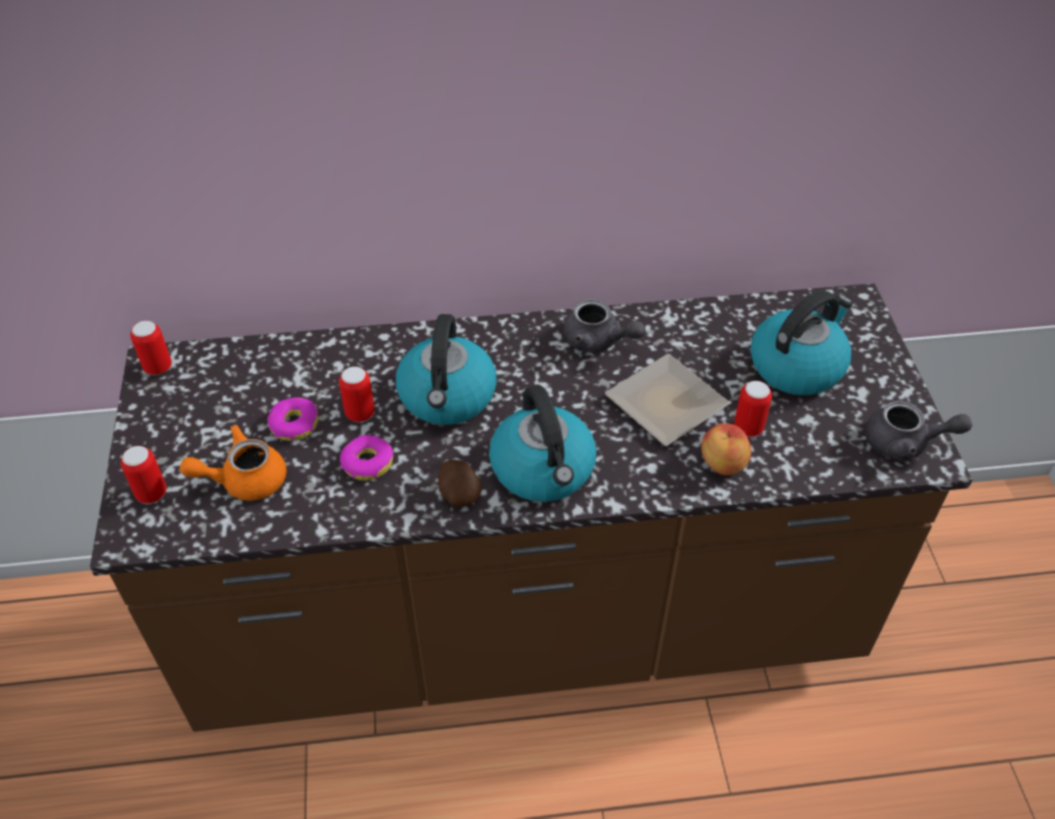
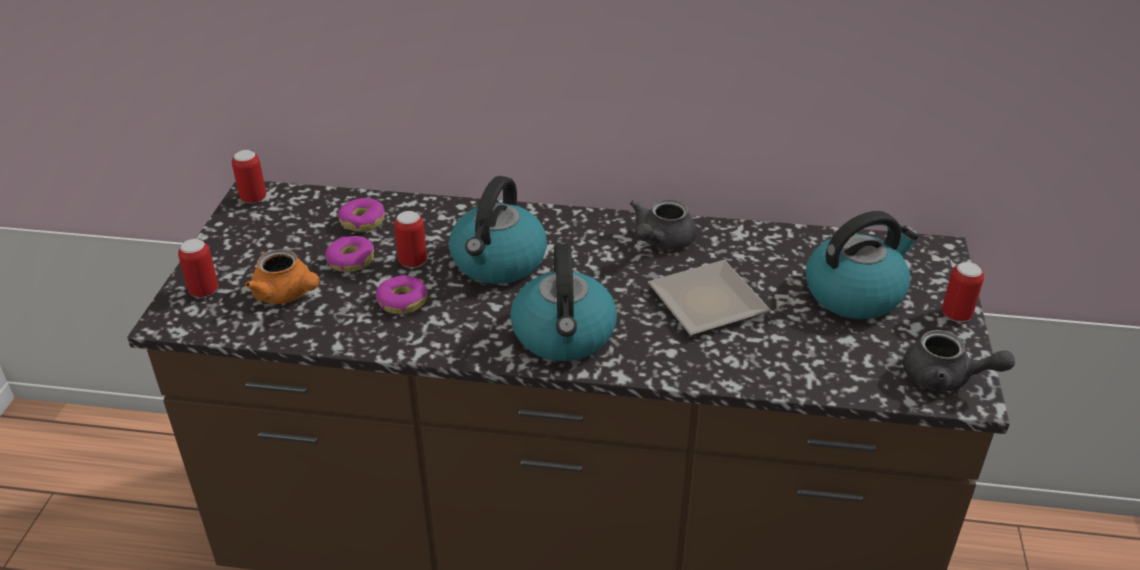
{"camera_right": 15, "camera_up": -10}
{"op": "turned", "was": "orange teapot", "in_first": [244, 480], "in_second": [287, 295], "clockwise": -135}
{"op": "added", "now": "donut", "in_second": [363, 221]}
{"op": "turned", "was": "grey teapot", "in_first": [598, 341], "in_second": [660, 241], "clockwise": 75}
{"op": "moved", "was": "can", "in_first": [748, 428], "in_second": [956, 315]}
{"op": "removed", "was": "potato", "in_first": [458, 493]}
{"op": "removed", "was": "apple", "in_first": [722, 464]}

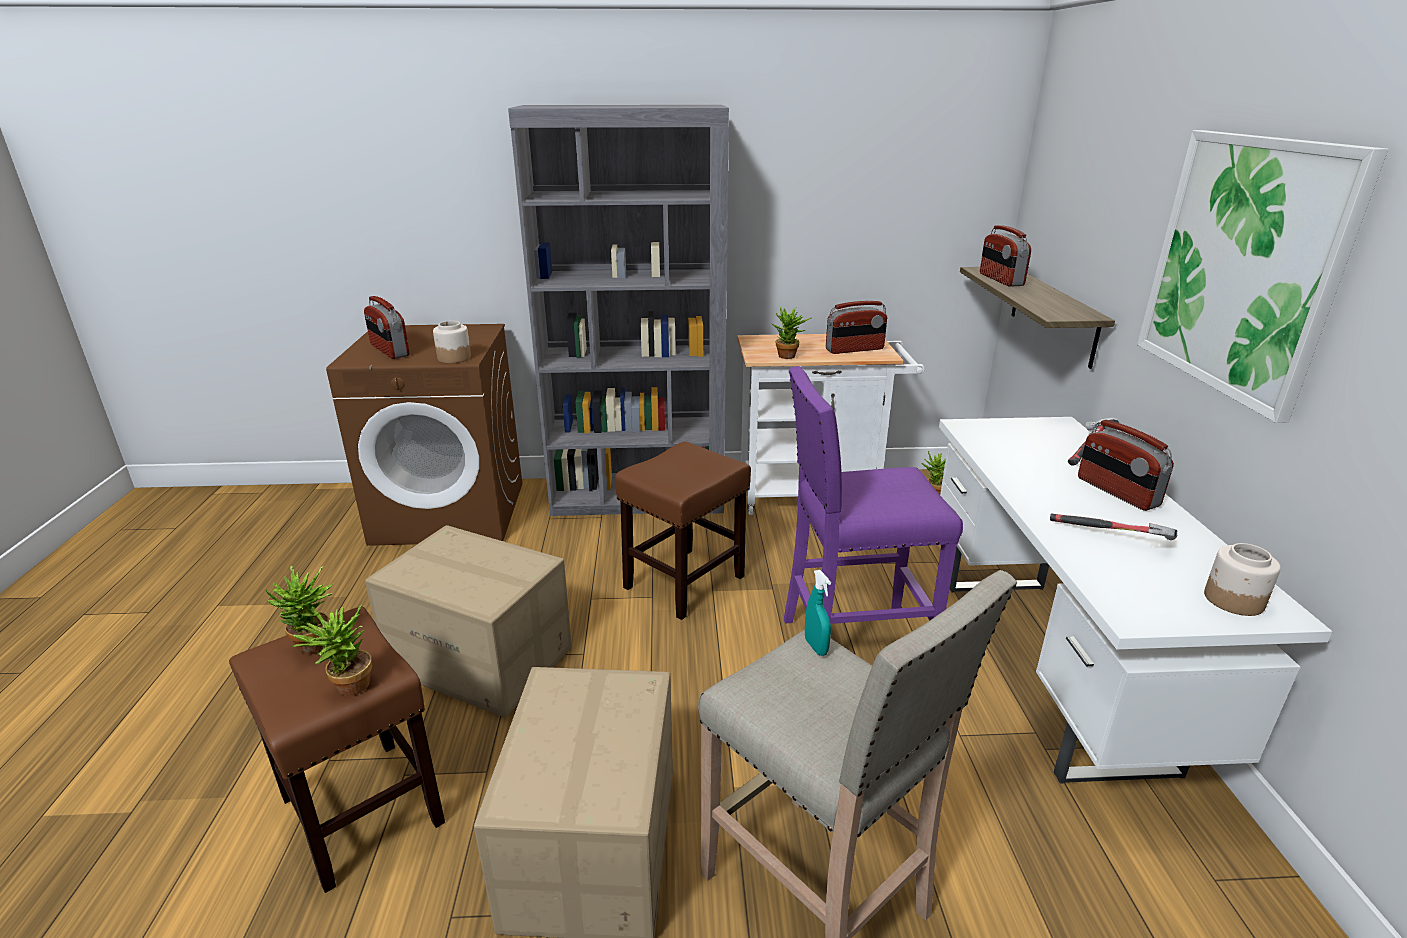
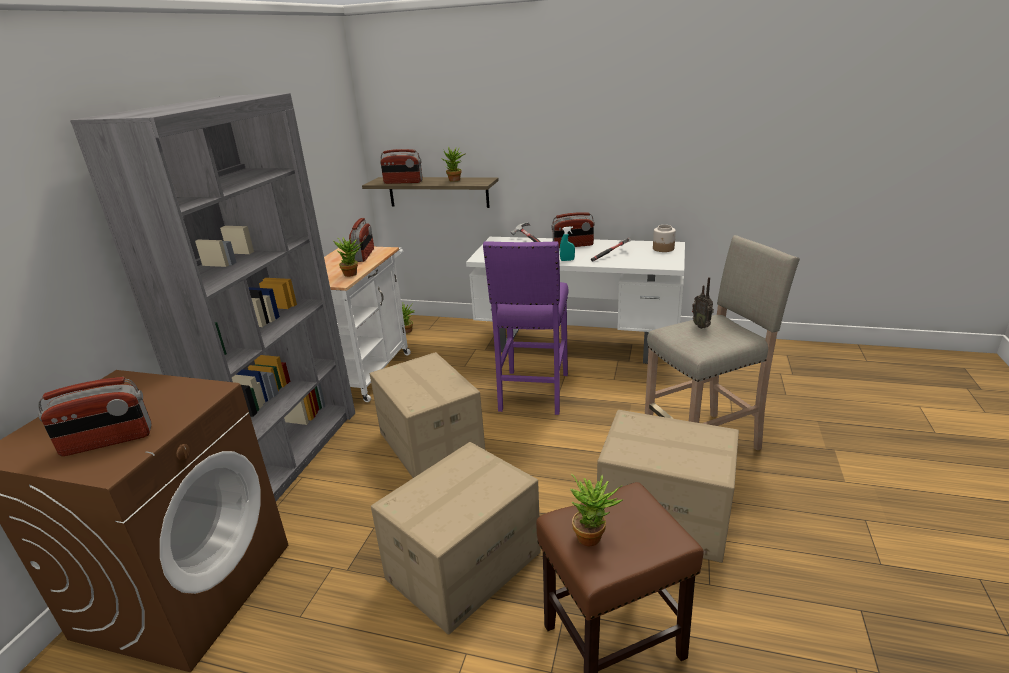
{"camera_right": -70, "camera_up": 0}
{"op": "replaced", "was": "brown stool", "now": "cardboard box", "in_first": [685, 581], "in_second": [430, 444]}
{"op": "moved", "was": "potted plant", "in_first": [347, 688], "in_second": [455, 180]}
{"op": "moved", "was": "turquoise spray bottle", "in_first": [816, 647], "in_second": [567, 260]}
{"op": "added", "now": "radio", "in_second": [701, 326]}
{"op": "removed", "was": "jar", "in_first": [454, 358]}
{"op": "removed", "was": "picture", "in_first": [1243, 266]}

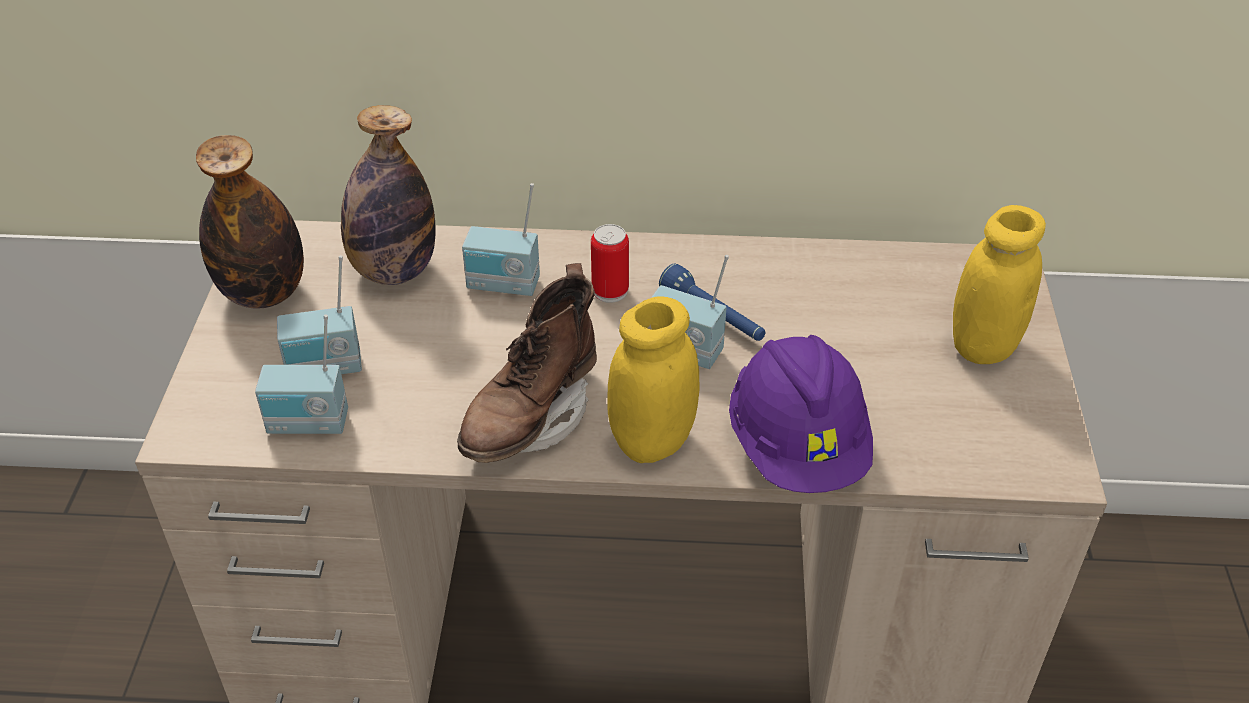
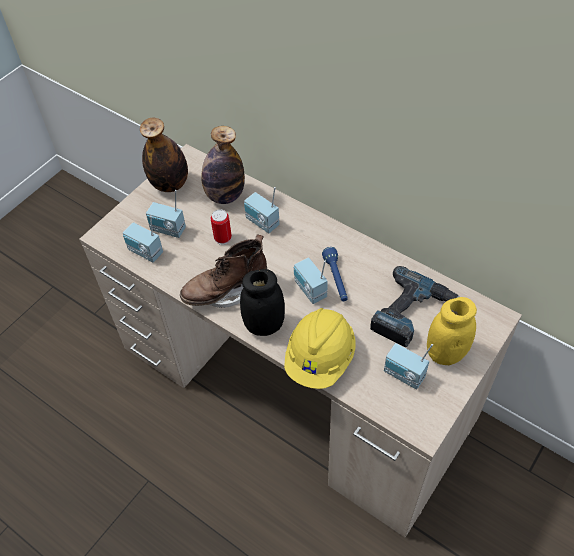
{"camera_right": 35, "camera_up": 10}
{"op": "moved", "was": "can", "in_first": [610, 291], "in_second": [223, 238]}
{"op": "recoloured", "was": "yellow jar", "now": "black jar", "in_first": [652, 442], "in_second": [264, 325]}
{"op": "recoloured", "was": "purple hard hat", "now": "yellow hard hat", "in_first": [797, 447], "in_second": [320, 358]}
{"op": "added", "now": "power drill", "in_second": [413, 313]}
{"op": "added", "now": "radio", "in_second": [403, 375]}

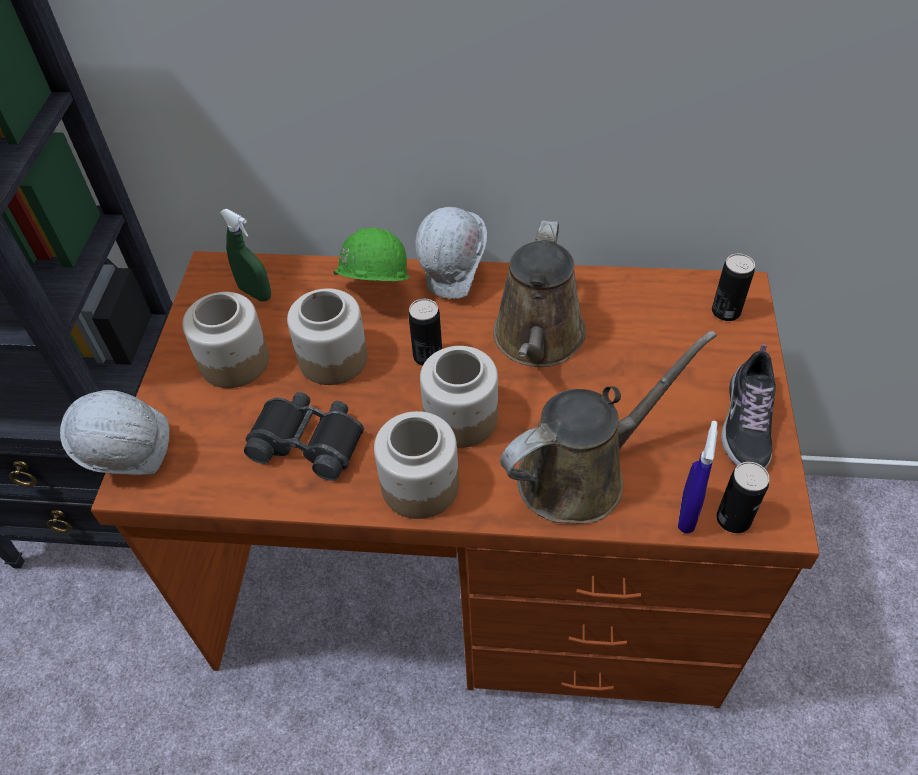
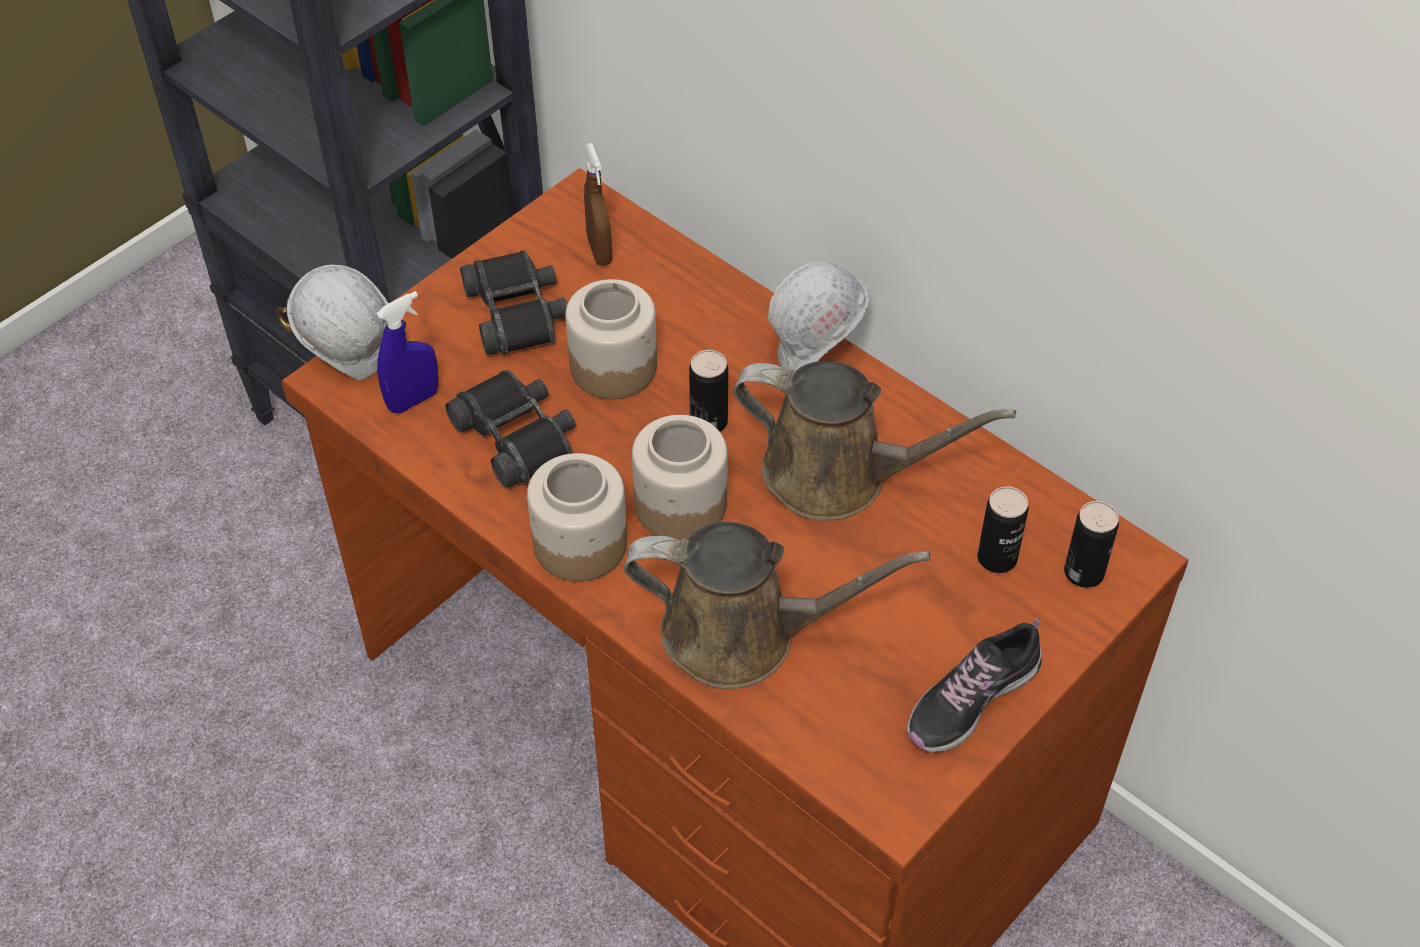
{"camera_right": 35, "camera_up": 0}
{"op": "moved", "was": "blue spray bottle", "in_first": [687, 513], "in_second": [413, 400]}
{"op": "replaced", "was": "jar", "now": "black binoculars", "in_first": [233, 362], "in_second": [517, 313]}
{"op": "recoloured", "was": "green spray bottle", "now": "brown spray bottle", "in_first": [255, 293], "in_second": [599, 251]}
{"op": "turned", "was": "brown watering can", "in_first": [538, 341], "in_second": [838, 475], "clockwise": -120}
{"op": "moved", "was": "can", "in_first": [733, 519], "in_second": [997, 558]}
{"op": "removed", "was": "green hard hat", "in_first": [373, 297]}

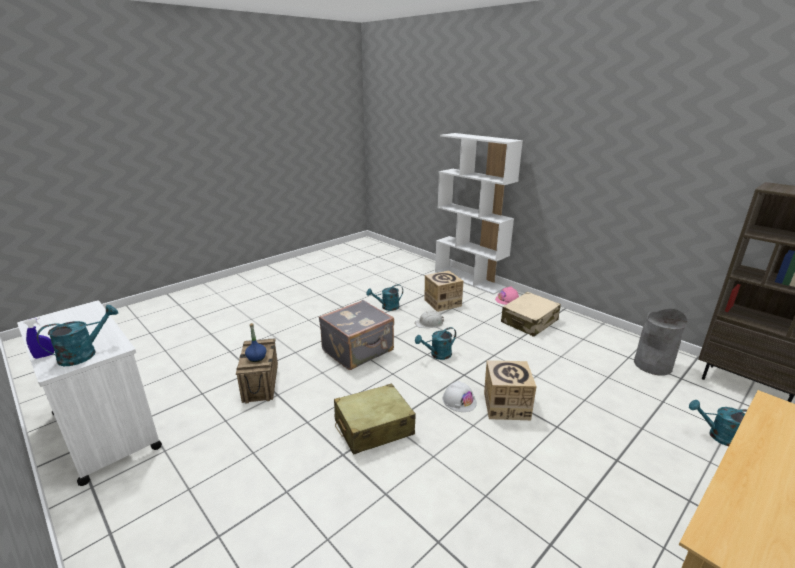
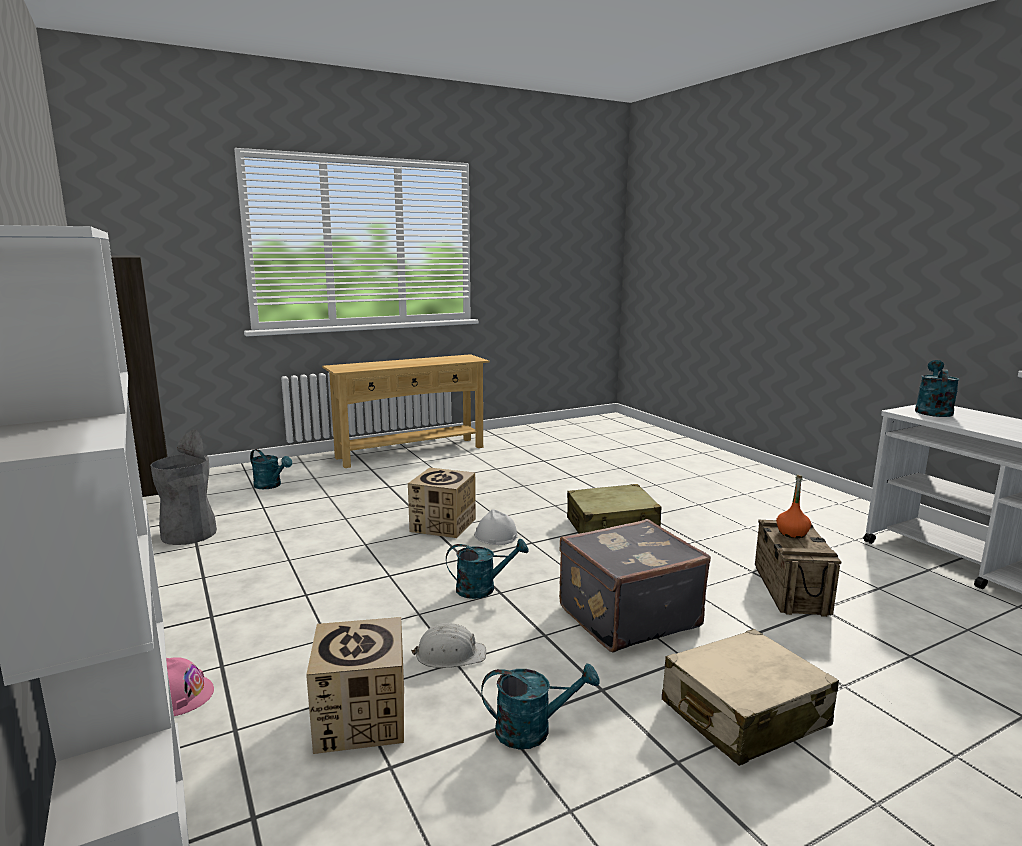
{"camera_right": -165, "camera_up": -10}
{"op": "moved", "was": "beige suitcase", "in_first": [529, 321], "in_second": [744, 714]}
{"op": "recoloured", "was": "blue bottle", "now": "orange bottle", "in_first": [256, 358], "in_second": [792, 533]}
{"op": "turned", "was": "turquoise watering can", "in_first": [84, 354], "in_second": [932, 411], "clockwise": 150}
{"op": "removed", "was": "blue spray bottle", "in_first": [44, 356]}

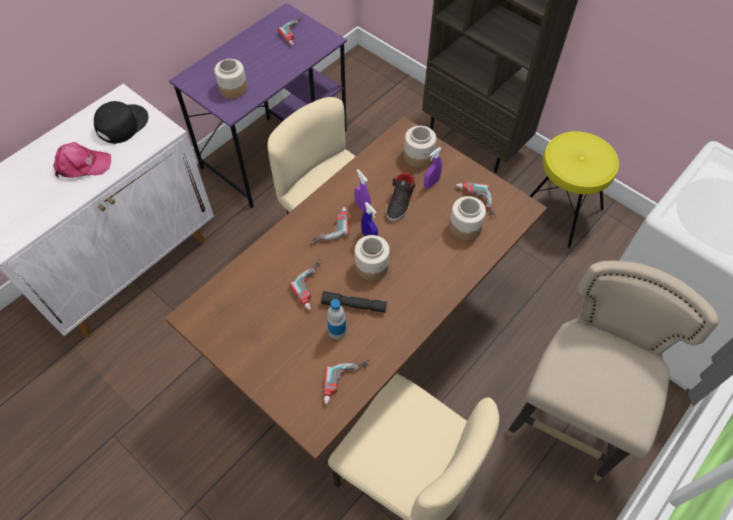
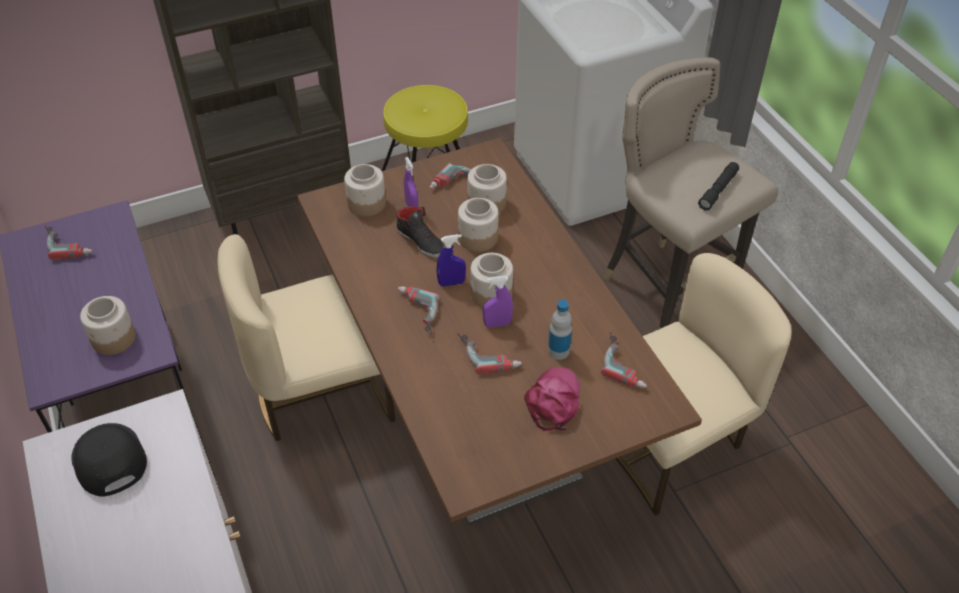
{"camera_right": -65, "camera_up": -10}
{"op": "added", "now": "jar", "in_second": [477, 238]}
{"op": "moved", "was": "purple spray bottle", "in_first": [362, 207], "in_second": [497, 324]}
{"op": "moved", "was": "pink cap", "in_first": [82, 165], "in_second": [553, 401]}
{"op": "moved", "was": "black flashlight", "in_first": [354, 305], "in_second": [718, 190]}

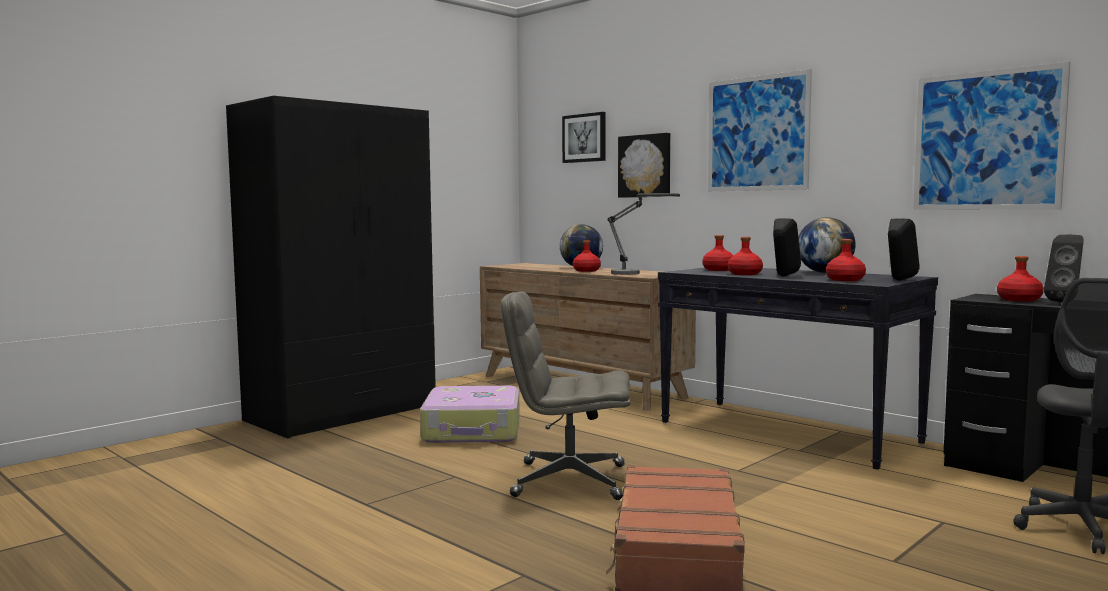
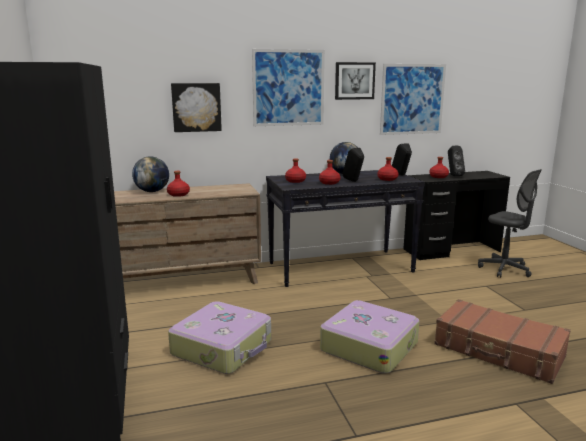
{"camera_right": -60, "camera_up": 10}
{"op": "replaced", "was": "grey office chair", "now": "suitcase", "in_first": [568, 481], "in_second": [369, 346]}
{"op": "moved", "was": "picture", "in_first": [584, 138], "in_second": [354, 81]}
{"op": "removed", "was": "table lamp", "in_first": [634, 273]}

